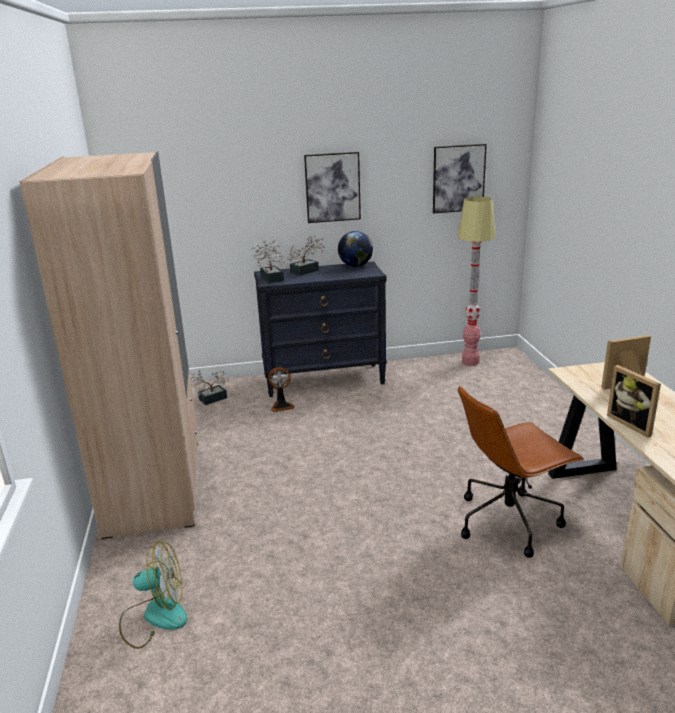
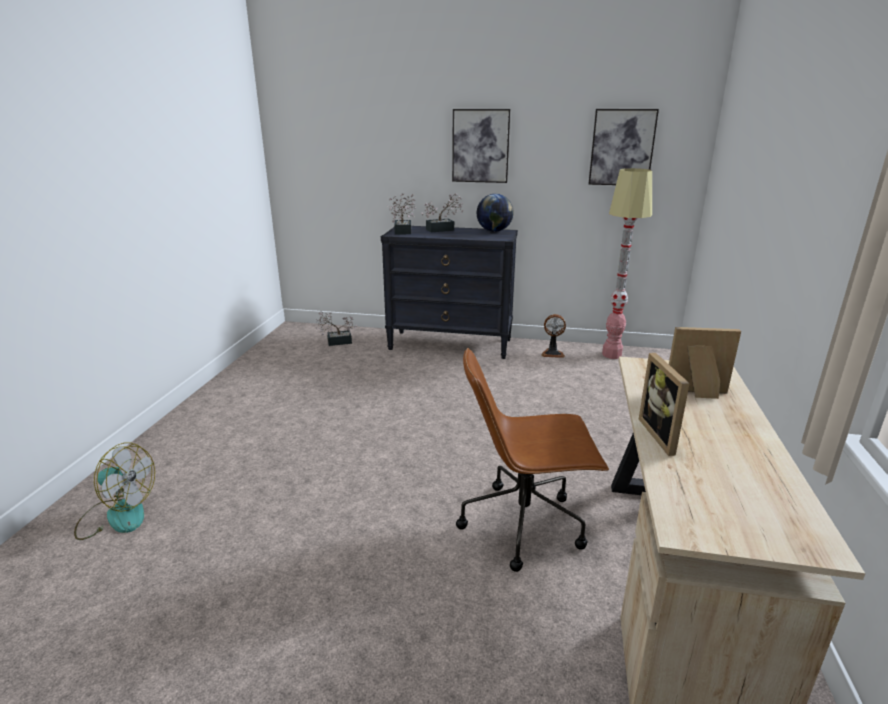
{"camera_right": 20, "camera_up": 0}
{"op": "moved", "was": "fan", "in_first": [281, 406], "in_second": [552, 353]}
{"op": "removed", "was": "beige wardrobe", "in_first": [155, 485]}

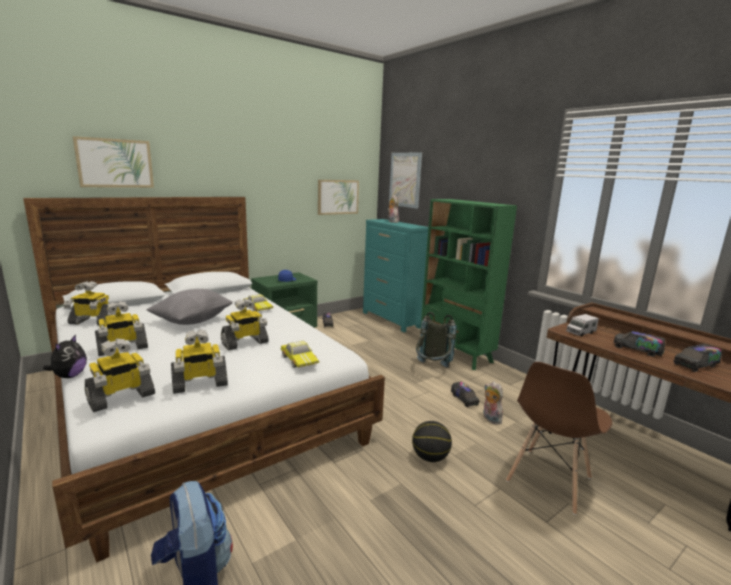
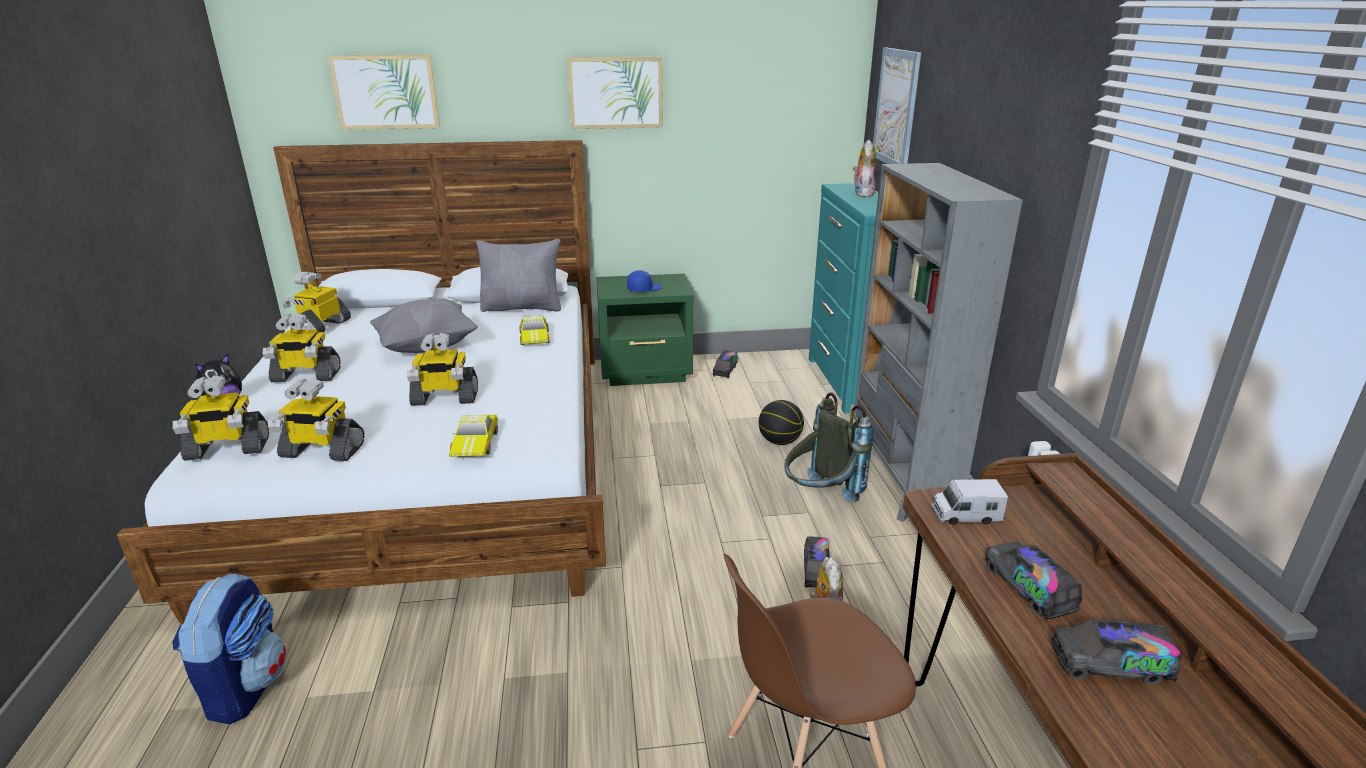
{"camera_right": 30, "camera_up": 10}
{"op": "turned", "was": "toy robot", "in_first": [93, 322], "in_second": [321, 327], "clockwise": 75}
{"op": "added", "now": "grey pillow", "in_second": [523, 307]}
{"op": "moved", "was": "picture", "in_first": [338, 197], "in_second": [615, 92]}
{"op": "moved", "was": "basketball", "in_first": [430, 457], "in_second": [779, 441]}
{"op": "recoloured", "was": "green bookcase", "now": "grey bookcase", "in_first": [455, 353], "in_second": [900, 477]}

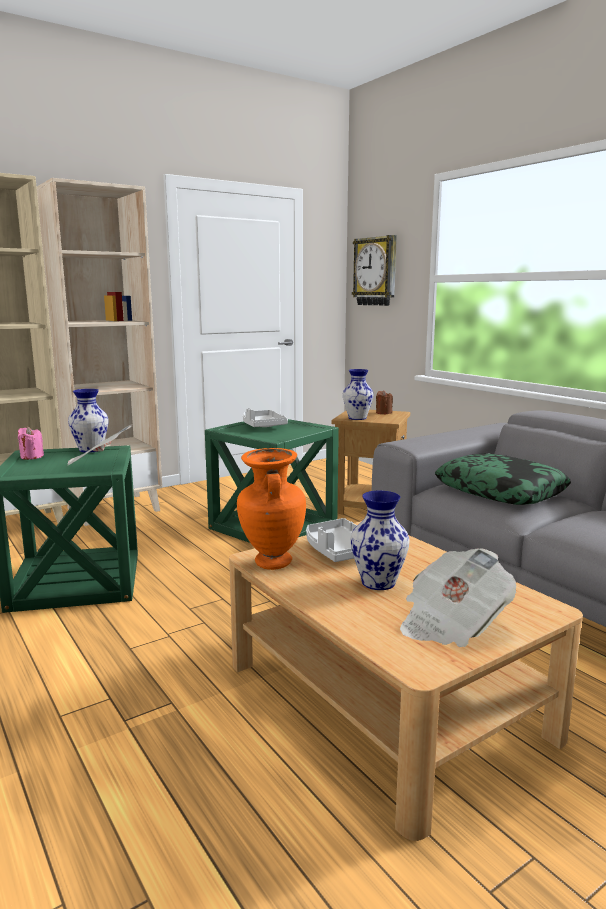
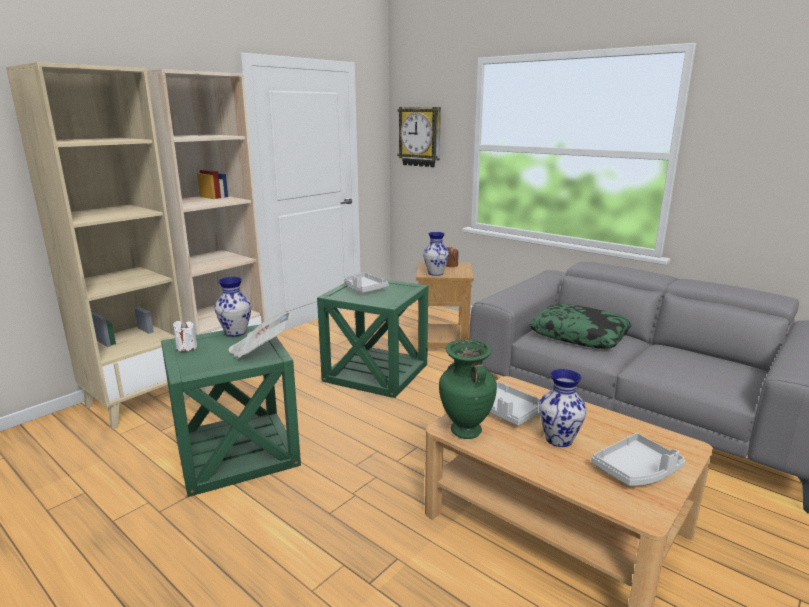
{"camera_right": -15, "camera_up": 5}
{"op": "recoloured", "was": "pink candle", "now": "white candle", "in_first": [31, 457], "in_second": [186, 347]}
{"op": "recoloured", "was": "orange vase", "now": "green vase", "in_first": [271, 563], "in_second": [465, 432]}
{"op": "replaced", "was": "newspaper", "now": "grey tray", "in_first": [451, 623], "in_second": [636, 470]}

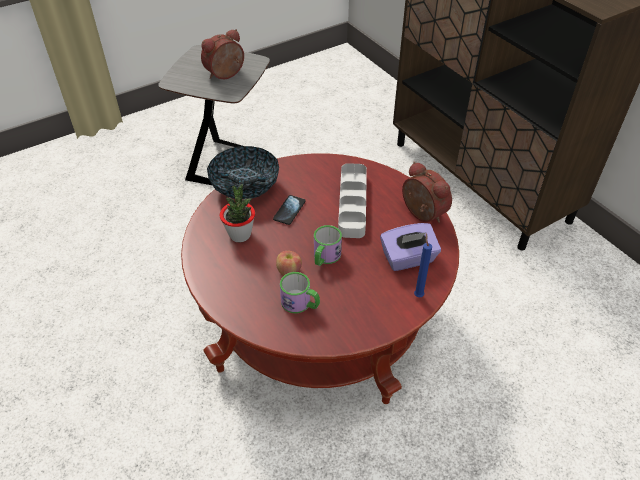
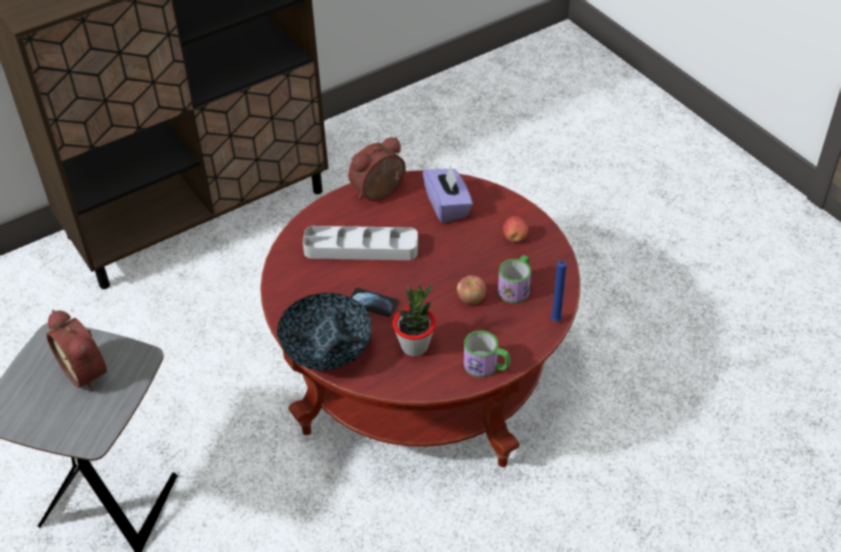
{"camera_right": -90, "camera_up": 0}
{"op": "moved", "was": "mug", "in_first": [325, 257], "in_second": [486, 366]}
{"op": "added", "now": "apple", "in_second": [514, 237]}
{"op": "moved", "was": "blue candle", "in_first": [418, 294], "in_second": [554, 320]}

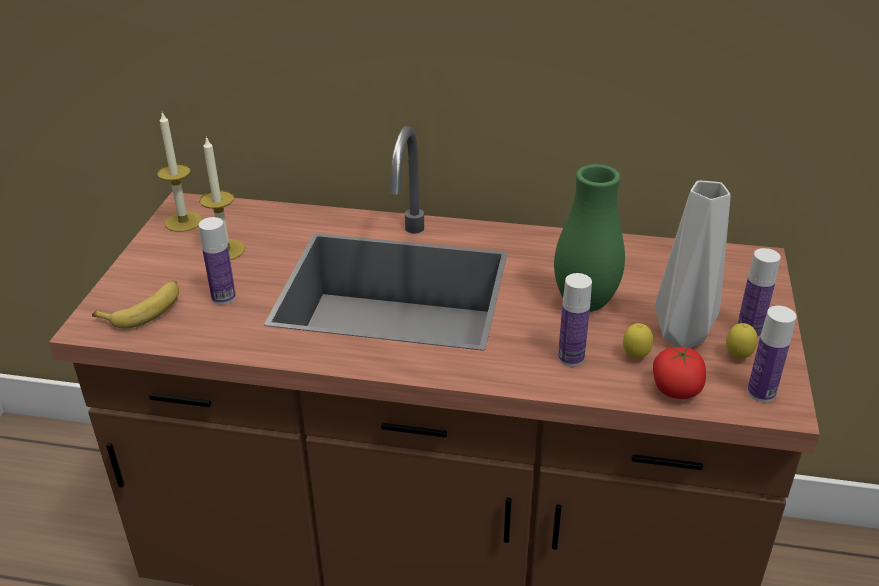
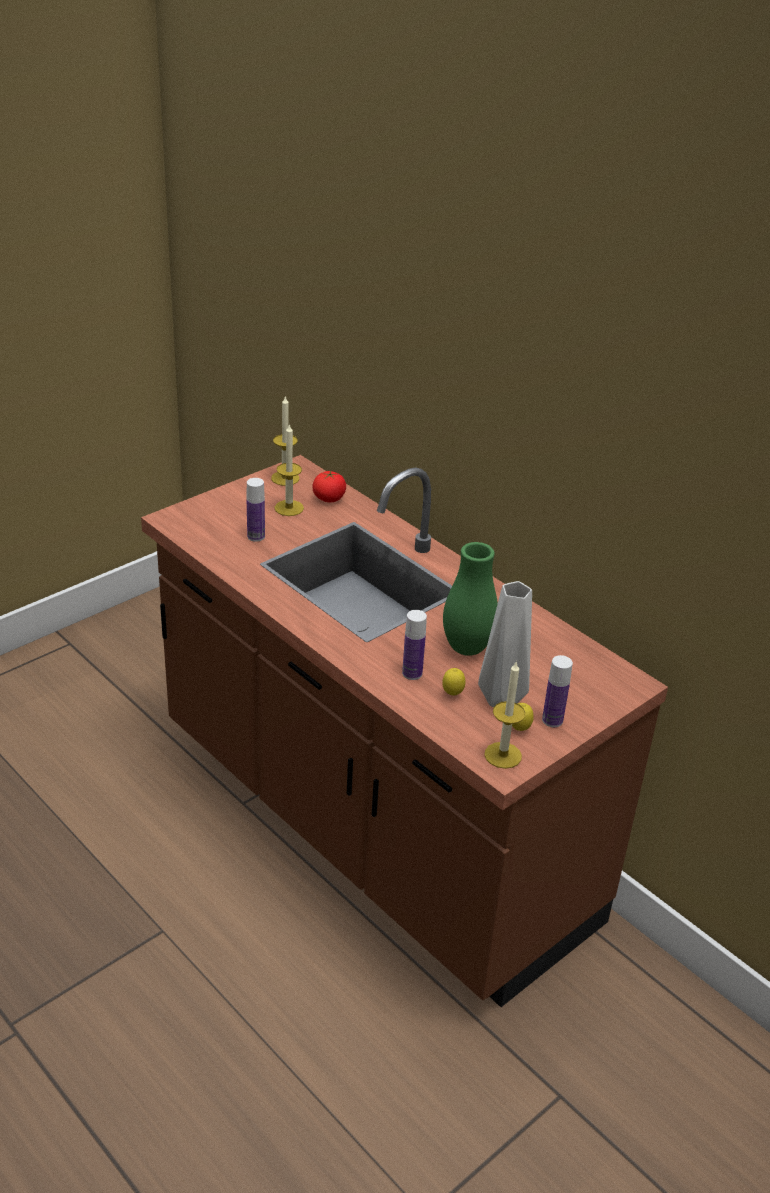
{"camera_right": 35, "camera_up": 0}
{"op": "moved", "was": "tomato", "in_first": [676, 390], "in_second": [329, 498]}
{"op": "replaced", "was": "bottle", "now": "candle", "in_first": [761, 392], "in_second": [503, 755]}
{"op": "removed", "was": "banana", "in_first": [144, 310]}

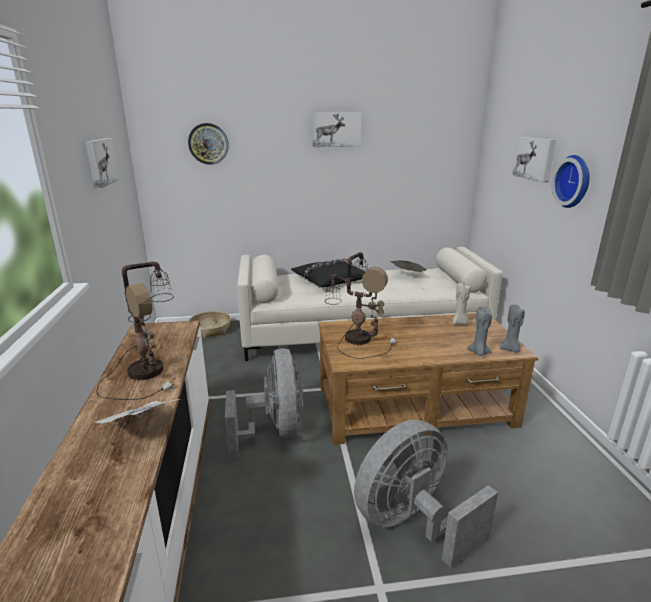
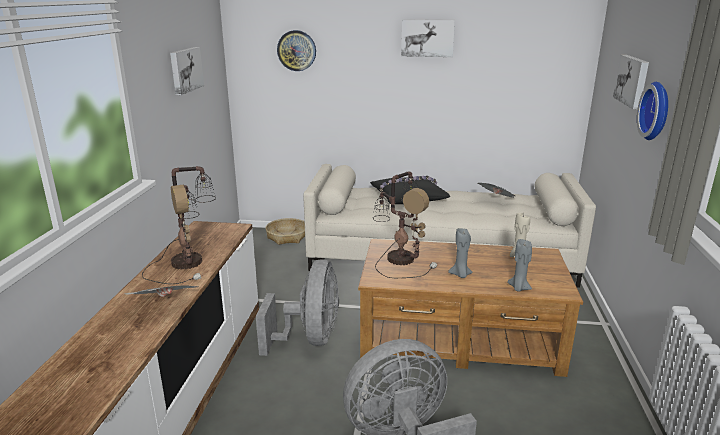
{"camera_right": 15, "camera_up": 0}
{"op": "moved", "was": "grey candle", "in_first": [510, 349], "in_second": [460, 275]}

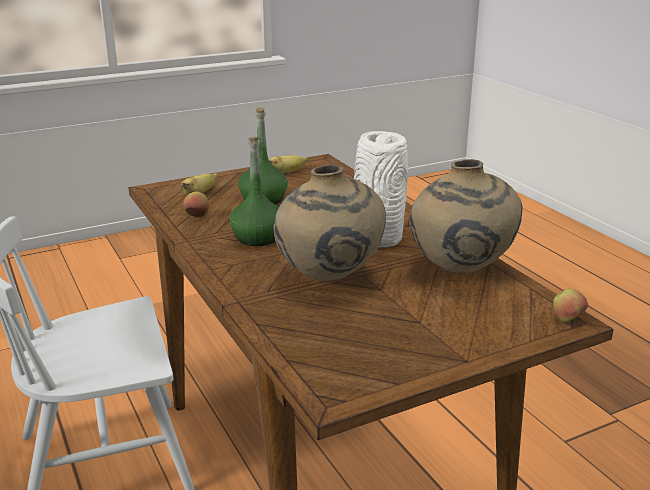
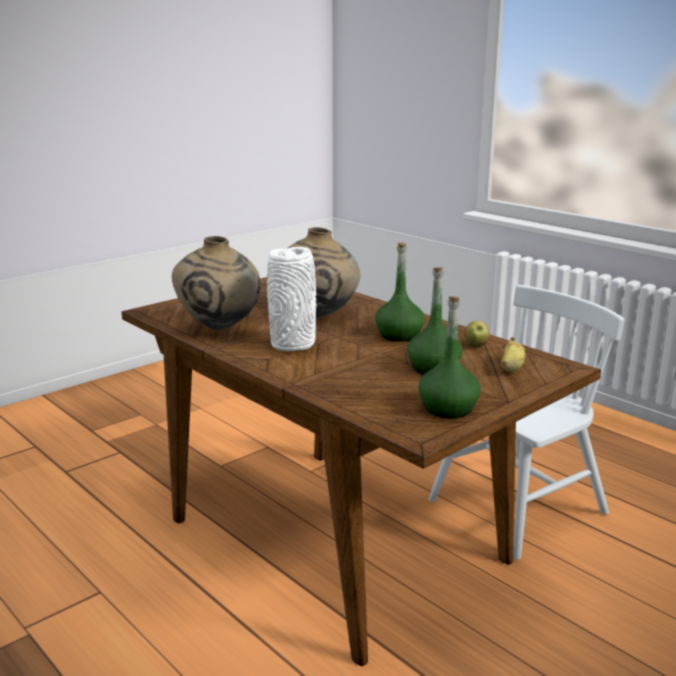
{"camera_right": 165, "camera_up": -5}
{"op": "replaced", "was": "banana", "now": "green bottle", "in_first": [286, 172], "in_second": [448, 408]}
{"op": "removed", "was": "apple", "in_first": [567, 321]}

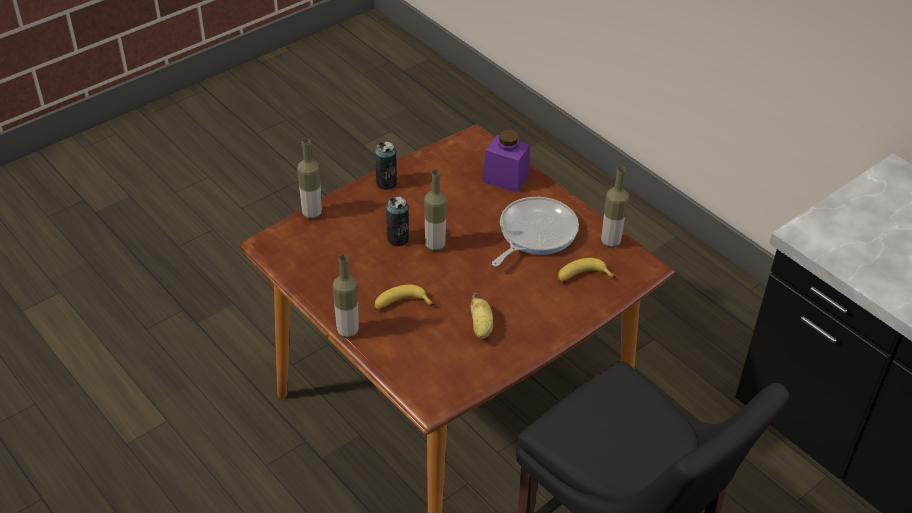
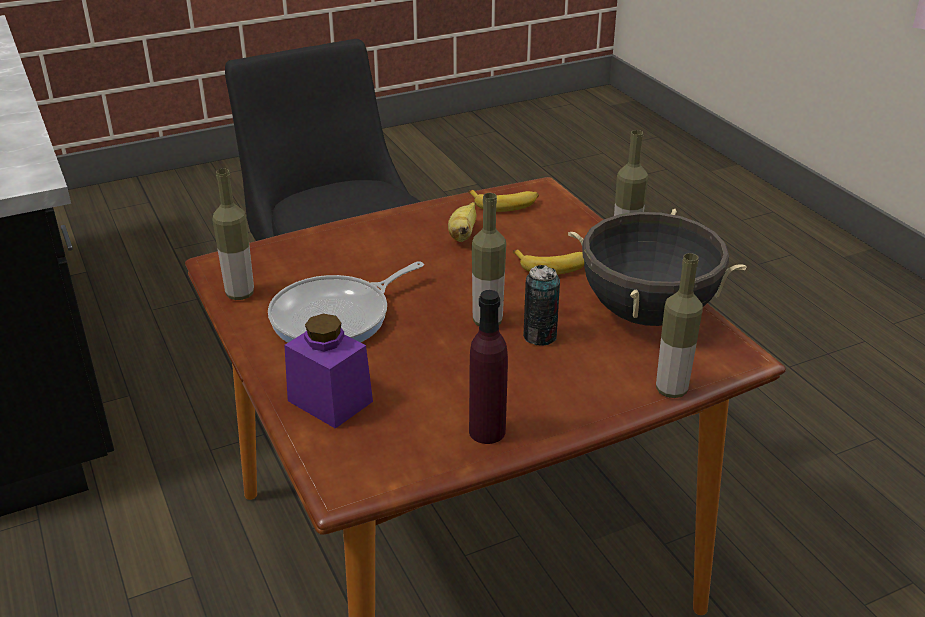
{"camera_right": -165, "camera_up": -10}
{"op": "moved", "was": "banana", "in_first": [582, 277], "in_second": [505, 204]}
{"op": "added", "now": "purple bottle", "in_second": [487, 431]}
{"op": "added", "now": "black cooking pot", "in_second": [646, 313]}
{"op": "removed", "was": "can", "in_first": [386, 183]}

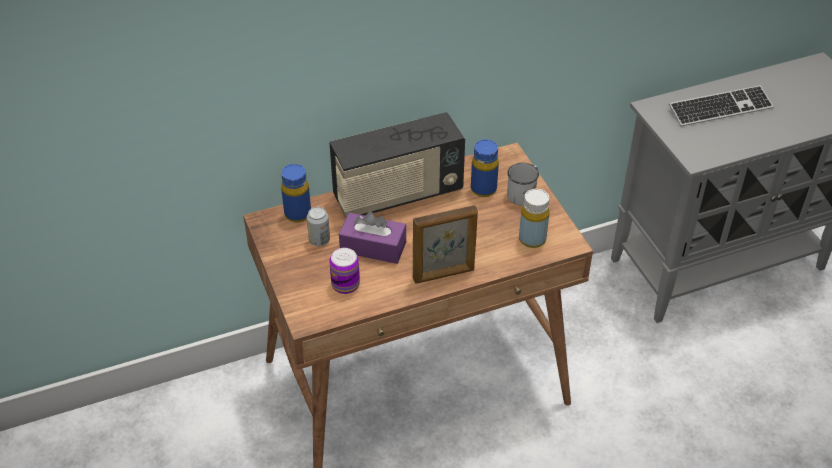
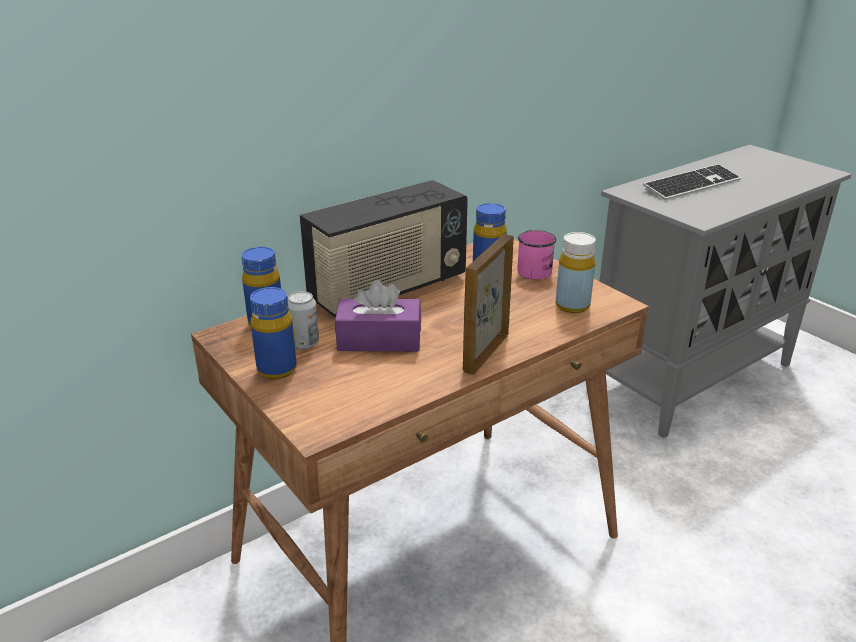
{"camera_right": -15, "camera_up": -15}
{"op": "added", "now": "blue bottle", "in_second": [277, 369]}
{"op": "turned", "was": "picture frame", "in_first": [444, 274], "in_second": [485, 353], "clockwise": 150}
{"op": "recoloured", "was": "white mug", "now": "pink mug", "in_first": [523, 193], "in_second": [536, 269]}
{"op": "removed", "was": "can", "in_first": [345, 284]}

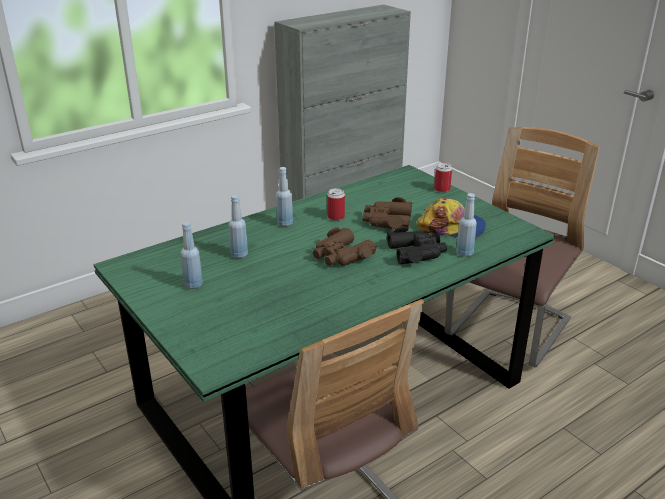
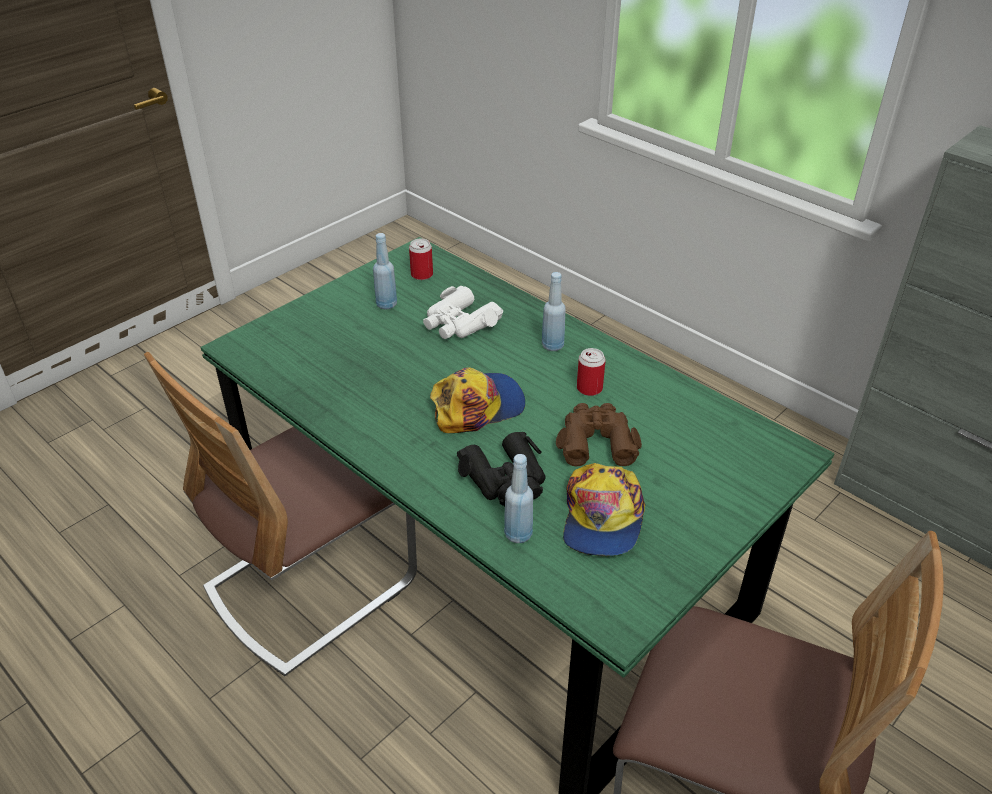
{"camera_right": 80, "camera_up": 10}
{"op": "moved", "was": "can", "in_first": [442, 189], "in_second": [422, 275]}
{"op": "replaced", "was": "blue bottle", "now": "white binoculars", "in_first": [239, 255], "in_second": [459, 323]}
{"op": "replaced", "was": "brown binoculars", "now": "cap", "in_first": [341, 256], "in_second": [477, 406]}

